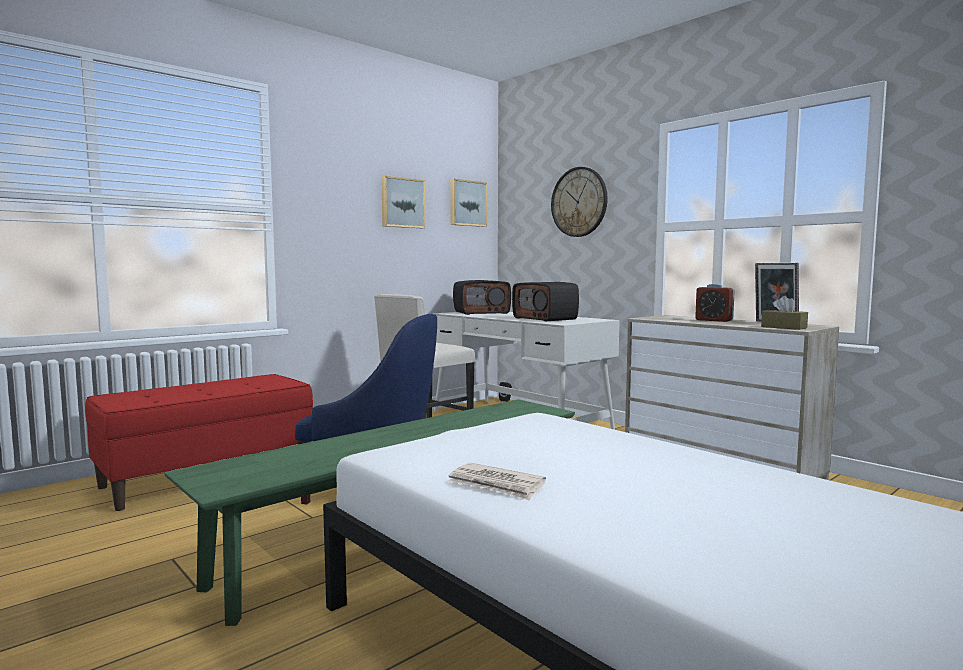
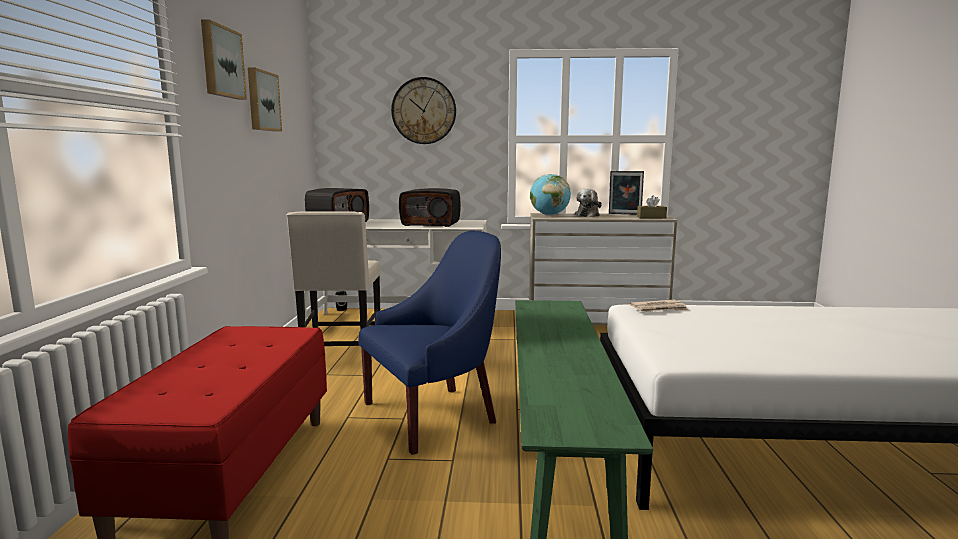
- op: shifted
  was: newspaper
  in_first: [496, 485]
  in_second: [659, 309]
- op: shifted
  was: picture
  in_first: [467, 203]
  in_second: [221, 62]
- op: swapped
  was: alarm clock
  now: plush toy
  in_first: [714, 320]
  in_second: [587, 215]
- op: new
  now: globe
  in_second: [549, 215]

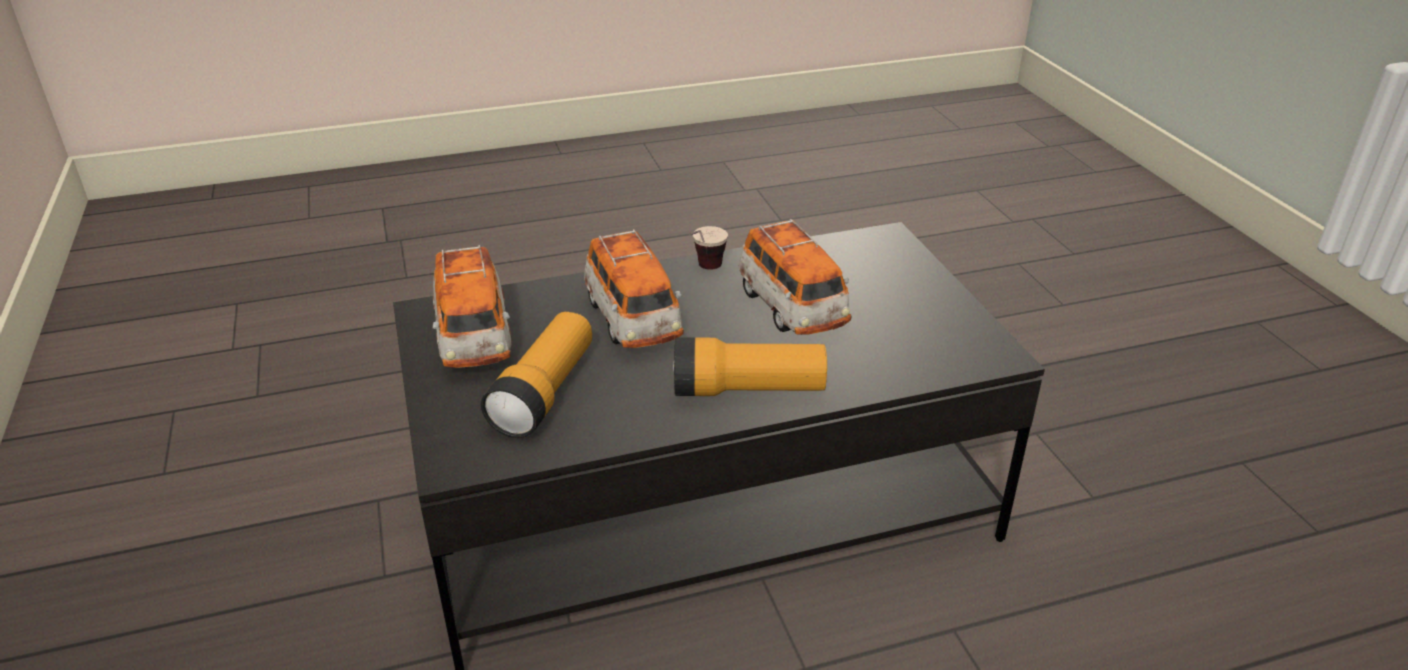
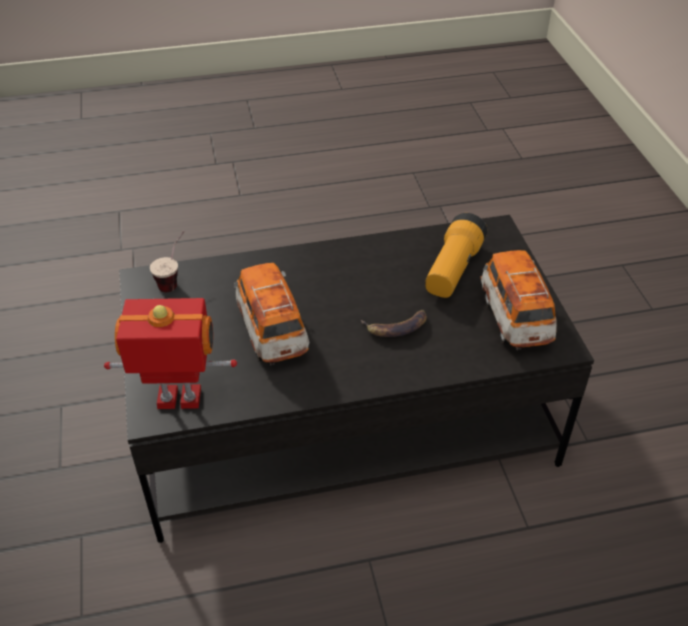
- op: swapped
  was: toy car
  now: banana
  in_first: [633, 320]
  in_second: [396, 327]
- op: gone
  was: flashlight
  in_first: [748, 390]
- op: shifted
  was: cup
  in_first: [704, 271]
  in_second: [174, 280]
- op: new
  now: toy robot
  in_second: [179, 400]

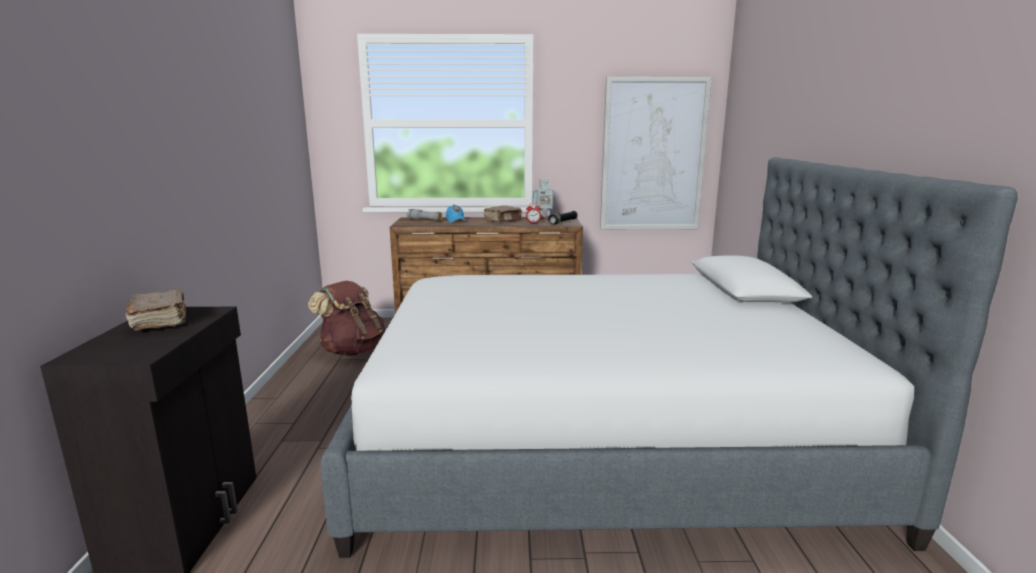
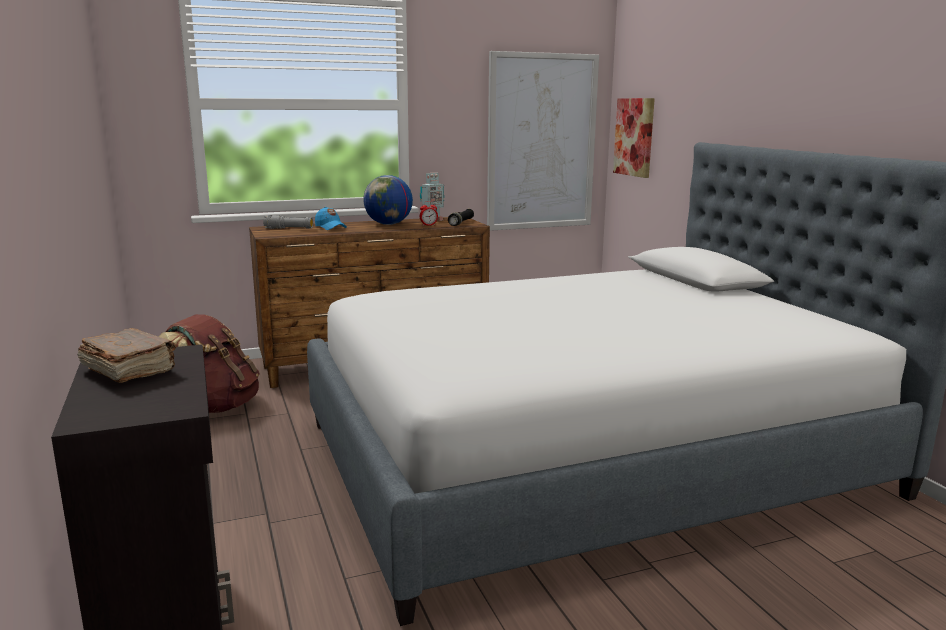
- op: swapped
  was: book/brown
  now: globe
  in_first: [503, 220]
  in_second: [388, 224]
- op: new
  now: picture
  in_second: [634, 137]

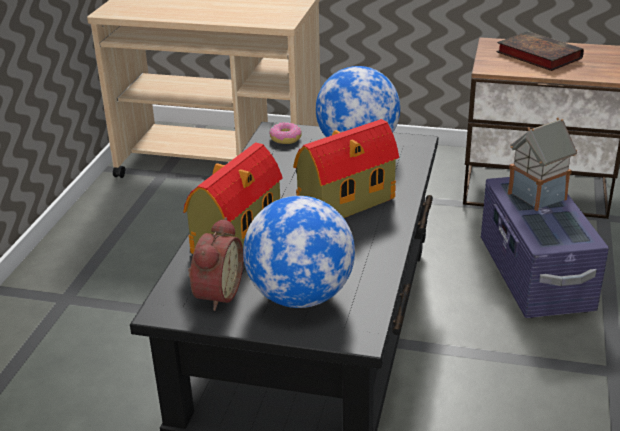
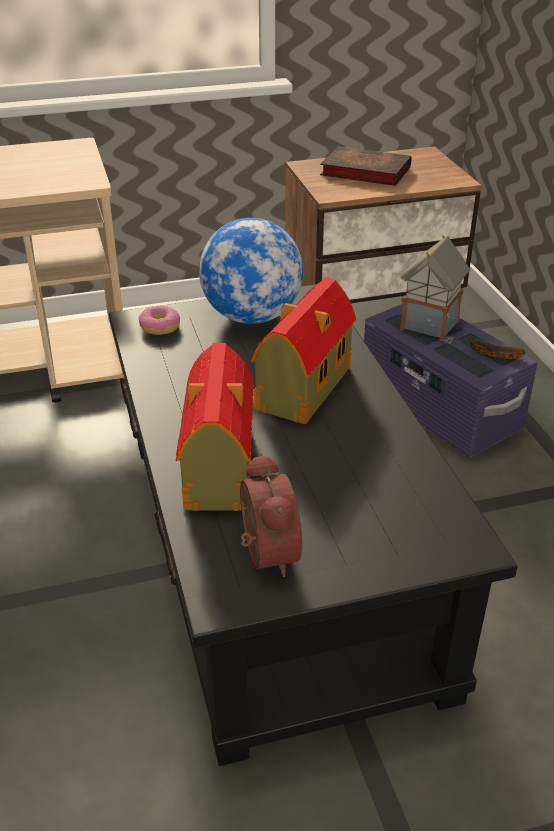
- op: gone
  was: globe
  in_first: [301, 297]
- op: new
  now: banana
  in_second: [490, 353]

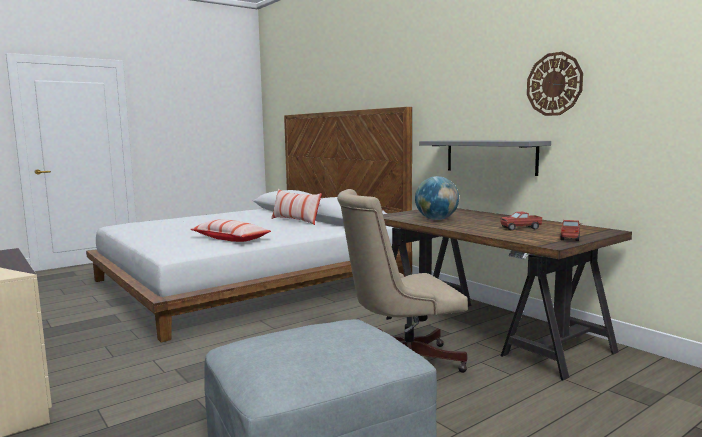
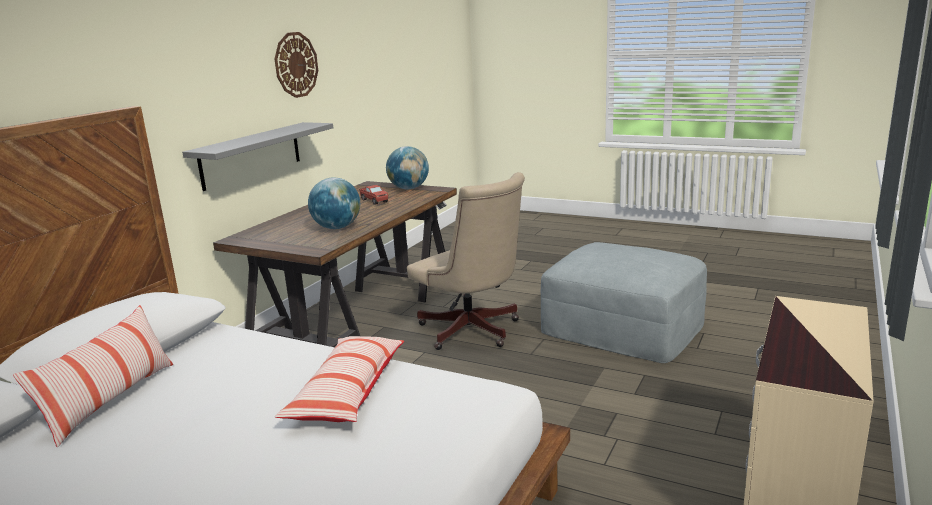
- op: swapped
  was: toy truck
  now: globe
  in_first: [570, 238]
  in_second: [409, 188]

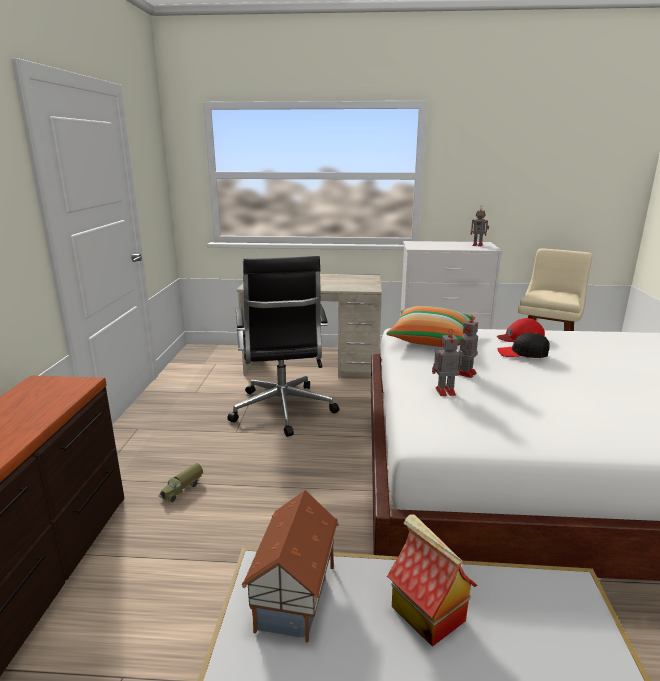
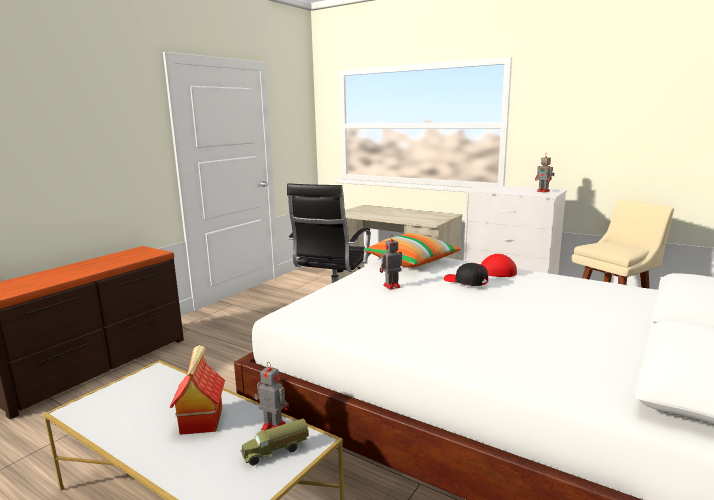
- op: shifted
  was: toy truck
  in_first: [182, 490]
  in_second: [276, 452]
- op: gone
  was: toy house
  in_first: [297, 597]
- op: shifted
  was: toy robot
  in_first: [444, 391]
  in_second: [272, 426]

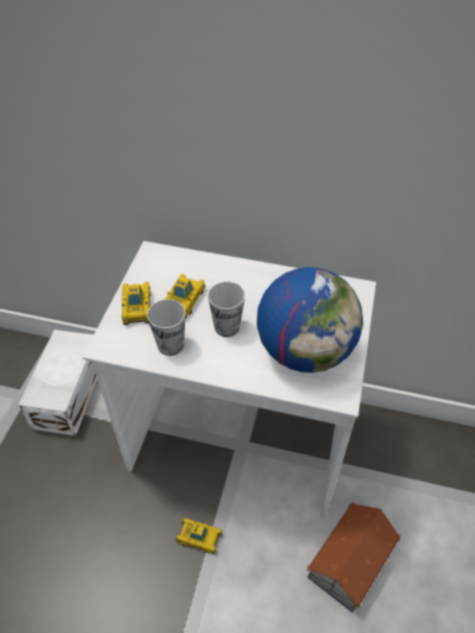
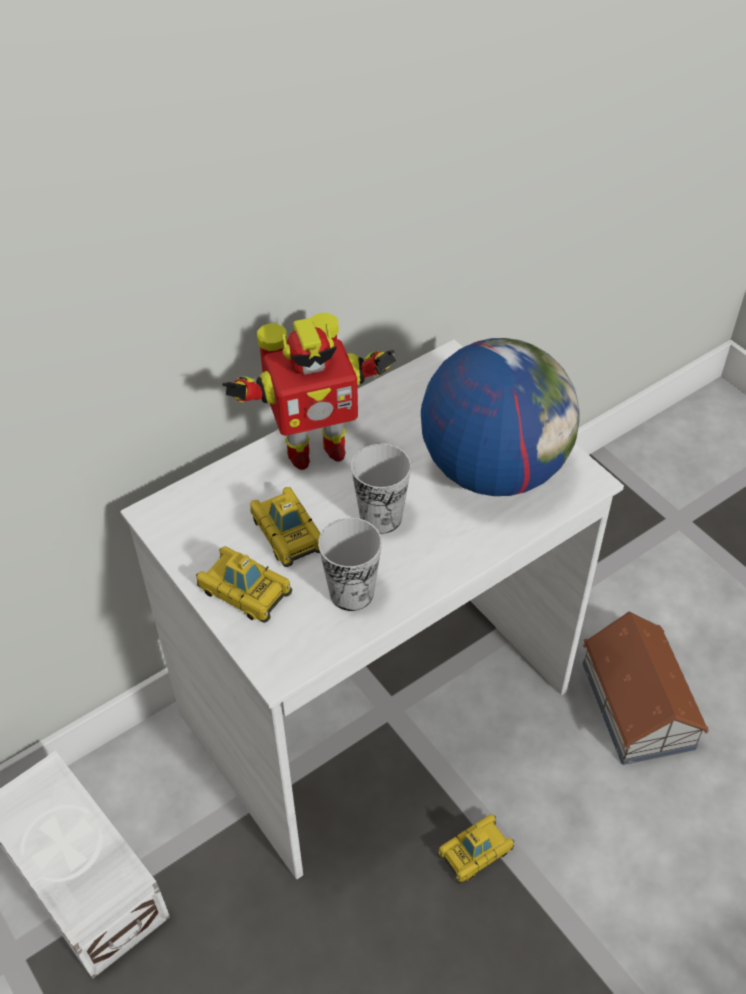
- op: new
  now: toy robot
  in_second: [313, 449]

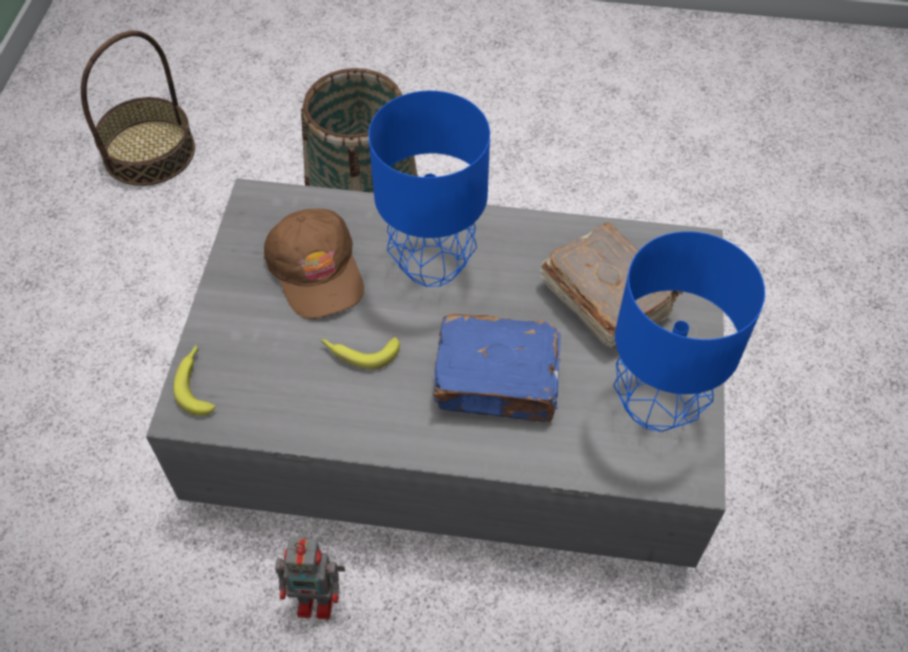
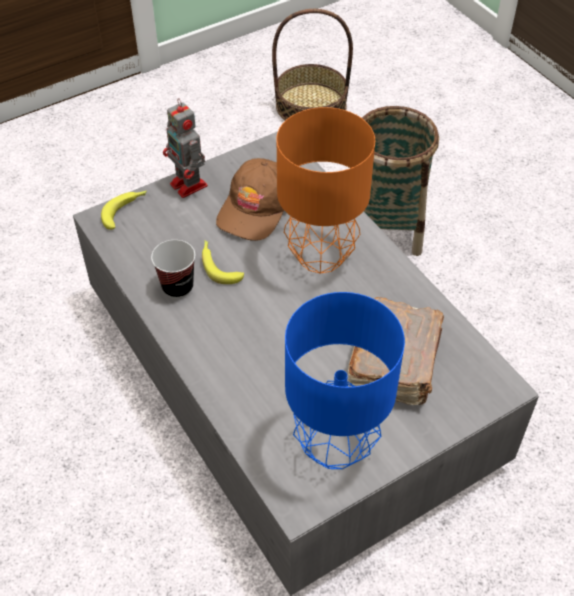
- op: shifted
  was: toy robot
  in_first: [318, 599]
  in_second: [189, 186]
- op: repainted
  was: table lamp/blue
  now: table lamp/orange
  in_first: [430, 266]
  in_second: [319, 256]
- op: gone
  was: book/blue
  in_first: [498, 381]
- op: new
  now: cup
  in_second: [177, 287]

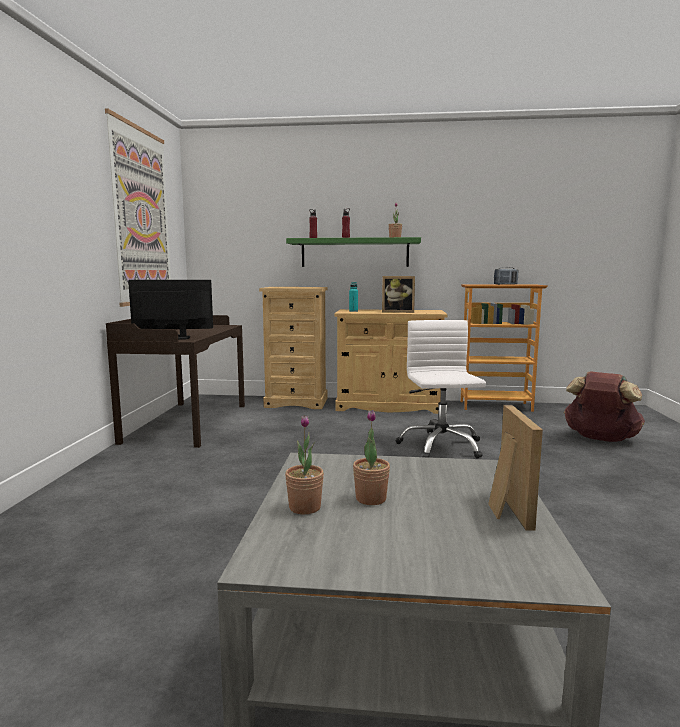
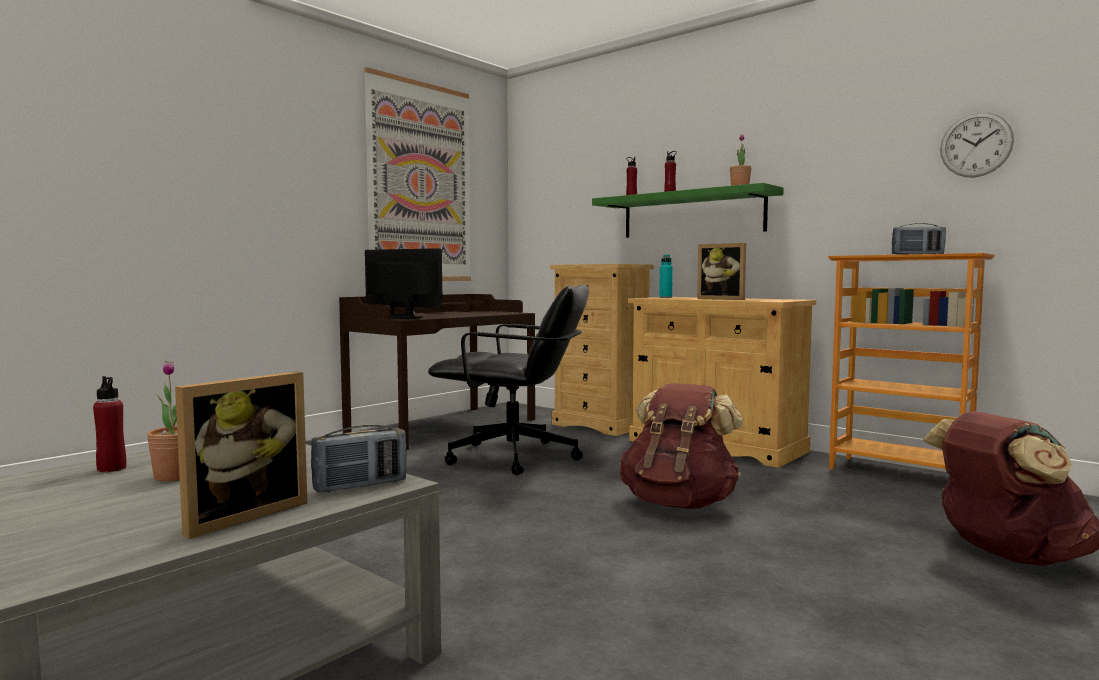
- op: swapped
  was: potted plant
  now: bottle/red
  in_first: [304, 507]
  in_second: [111, 468]
- op: swapped
  was: office chair/white
  now: backpack/brown
  in_first: [440, 446]
  in_second: [679, 504]
- op: new
  now: radio
  in_second: [360, 485]
- op: new
  now: office chair/black
  in_second: [515, 458]
- op: new
  now: wall clock
  in_second: [976, 145]

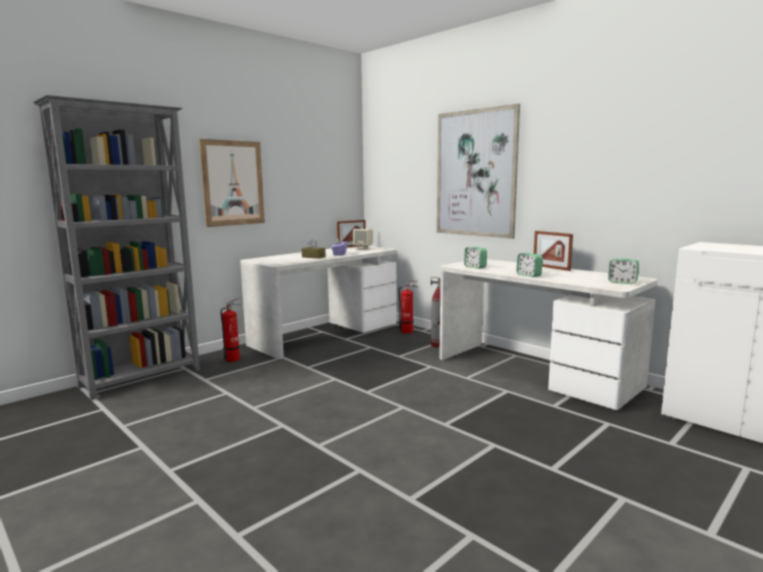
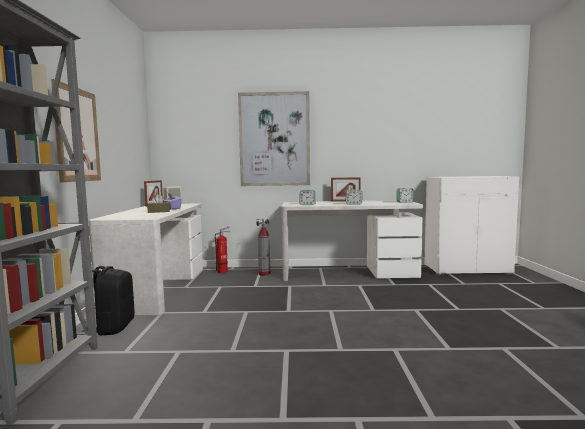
- op: swapped
  was: fire extinguisher
  now: backpack/black
  in_first: [234, 358]
  in_second: [112, 328]

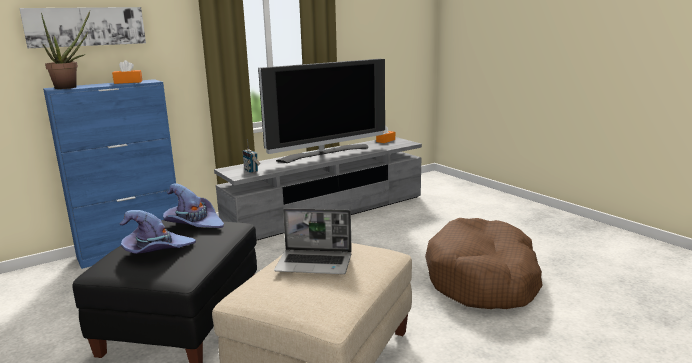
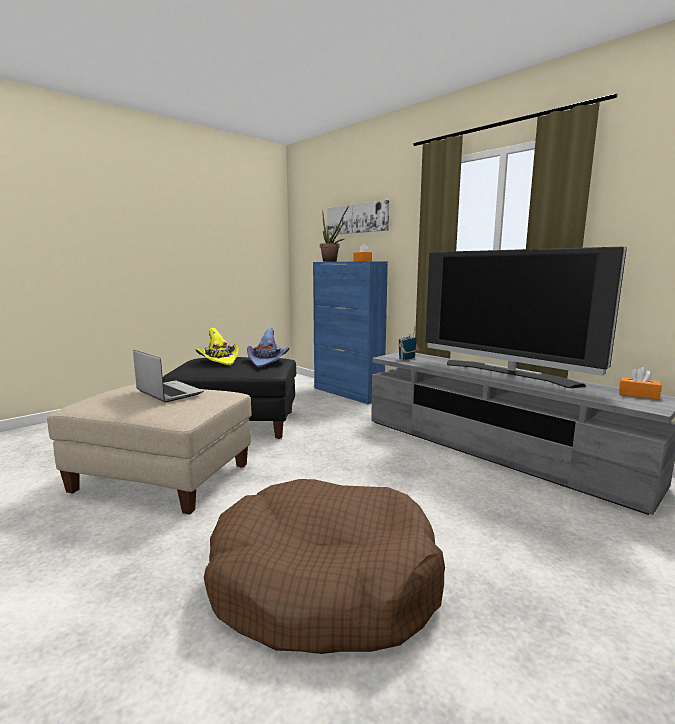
- op: repainted
  was: hat/purple
  now: hat/yellow
  in_first: [157, 250]
  in_second: [219, 360]
- op: rotated
  was: laptop
  in_first: [315, 263]
  in_second: [168, 392]
  clockwise: 135

